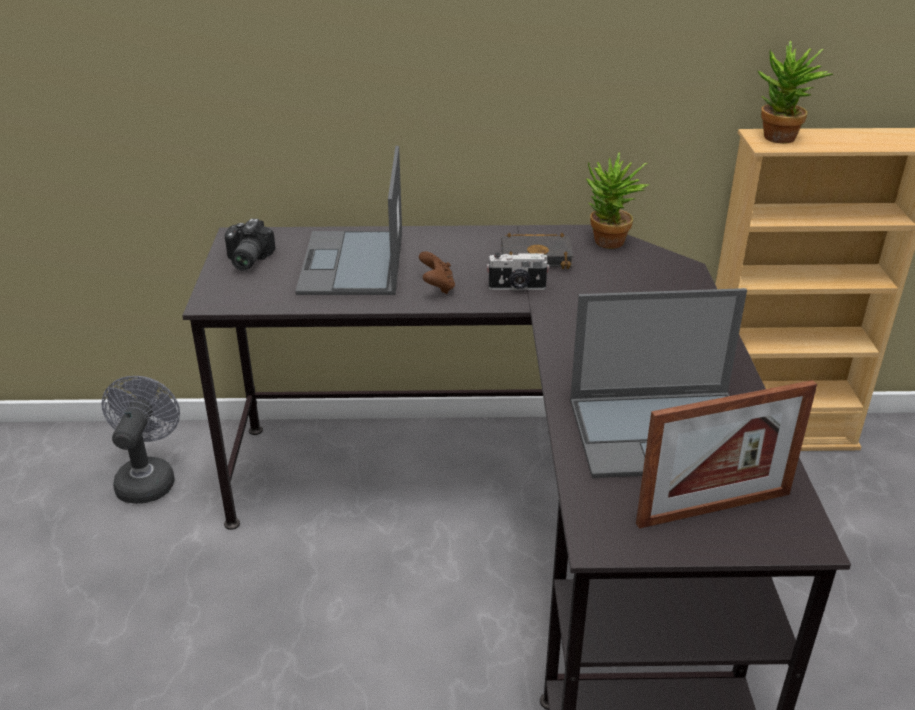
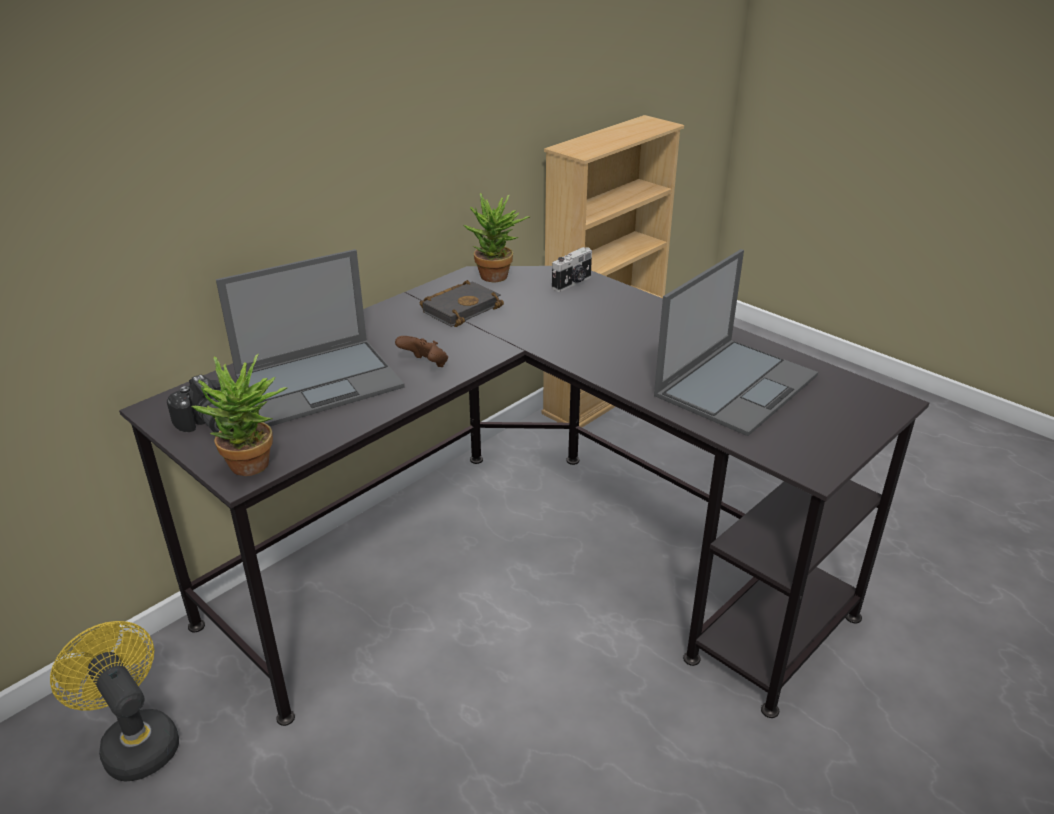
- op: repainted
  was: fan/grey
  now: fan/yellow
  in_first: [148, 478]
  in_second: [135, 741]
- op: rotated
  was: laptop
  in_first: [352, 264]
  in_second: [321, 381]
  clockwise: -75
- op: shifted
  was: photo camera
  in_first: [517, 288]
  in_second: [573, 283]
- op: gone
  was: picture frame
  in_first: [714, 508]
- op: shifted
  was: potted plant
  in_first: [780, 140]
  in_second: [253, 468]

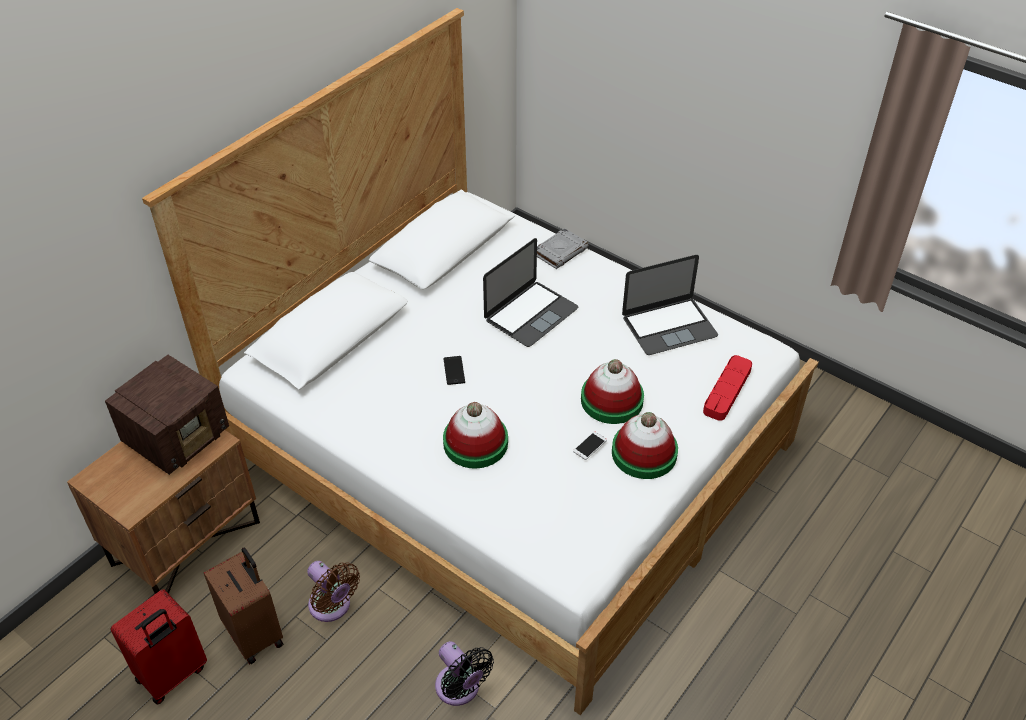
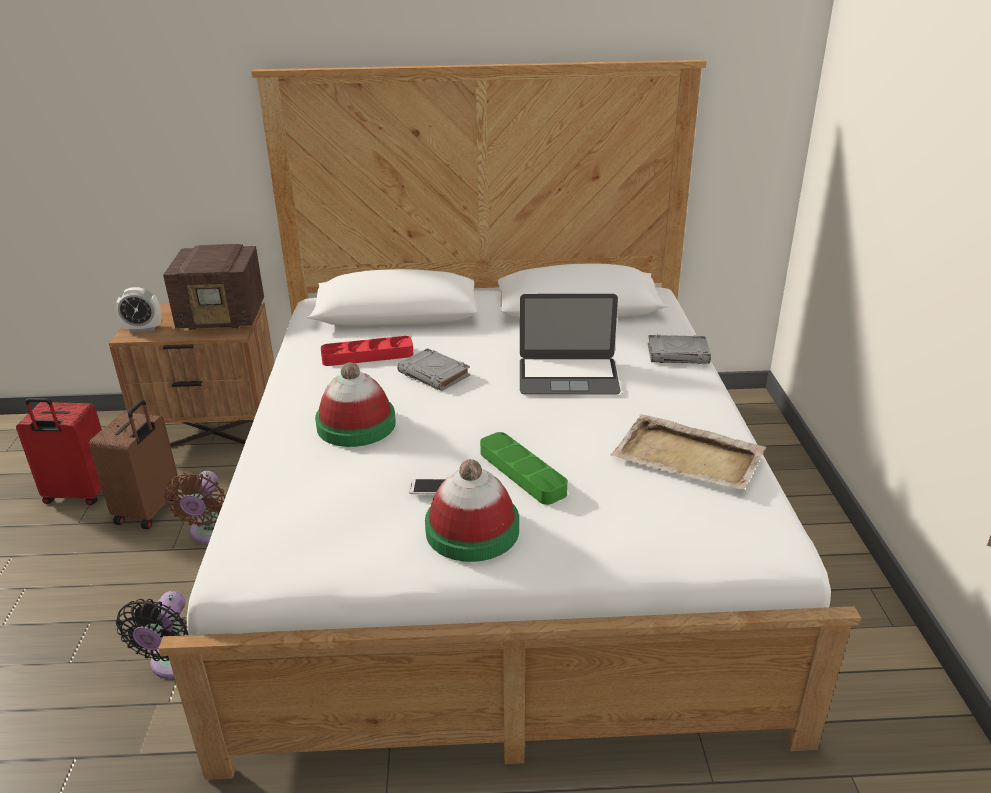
- op: swapped
  was: phone
  now: book/grey
  in_first: [454, 370]
  in_second: [435, 374]
- op: swapped
  was: hat
  now: tray/green
  in_first: [612, 400]
  in_second: [522, 472]
- op: swapped
  was: laptop
  now: tray/beige
  in_first: [669, 326]
  in_second: [689, 457]
- op: shifted
  was: tray/red
  in_first: [727, 391]
  in_second: [367, 356]
- op: new
  now: alarm clock
  in_second: [143, 329]

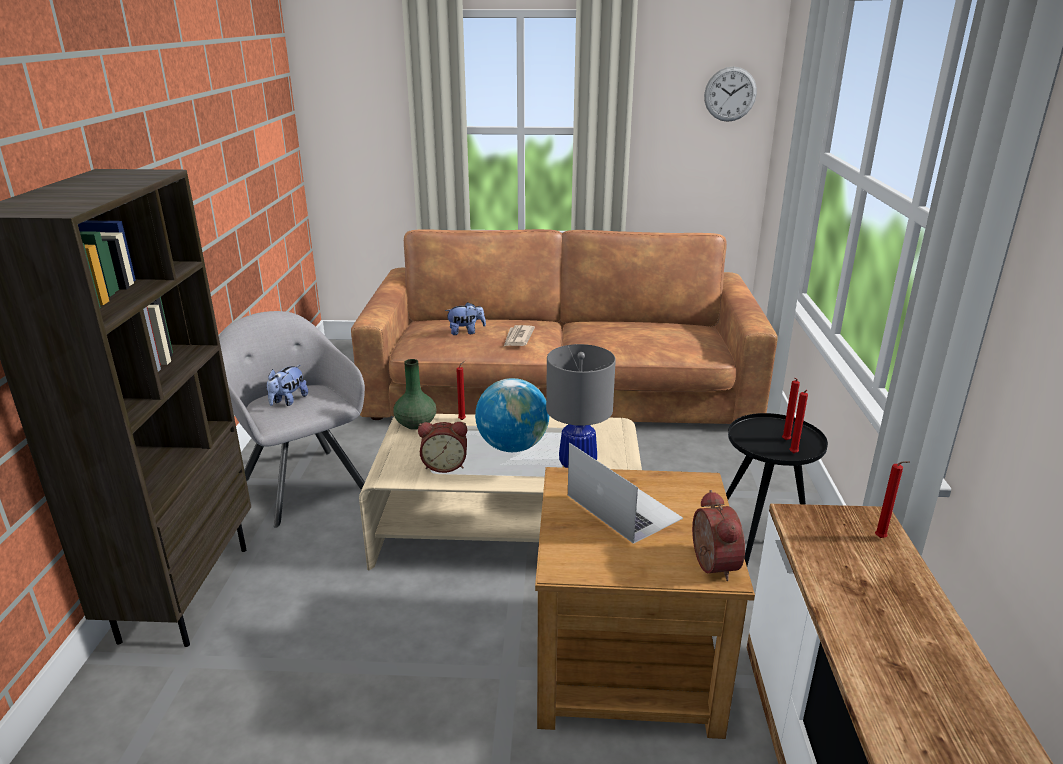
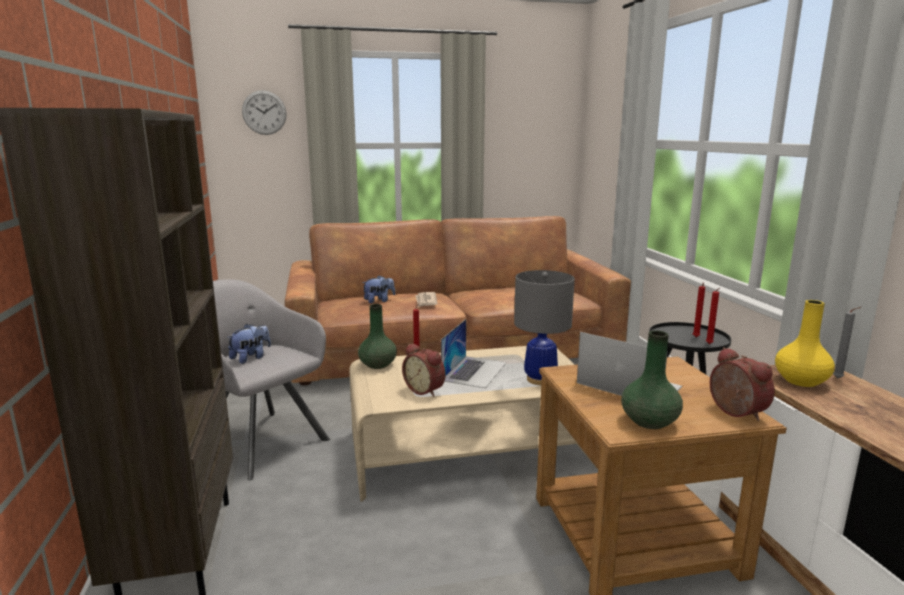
- op: rotated
  was: plush toy
  in_first: [288, 401]
  in_second: [251, 358]
  clockwise: -150
- op: rotated
  was: alarm clock
  in_first: [445, 465]
  in_second: [425, 390]
  clockwise: 60
- op: swapped
  was: globe
  now: laptop
  in_first: [512, 447]
  in_second: [474, 371]
- op: shifted
  was: wall clock
  in_first: [730, 94]
  in_second: [264, 112]
- op: repainted
  was: candle/red
  now: candle/grey
  in_first: [882, 539]
  in_second: [839, 379]
- op: new
  now: vase/green
  in_second: [649, 421]
- op: new
  now: vase/yellow
  in_second: [800, 381]

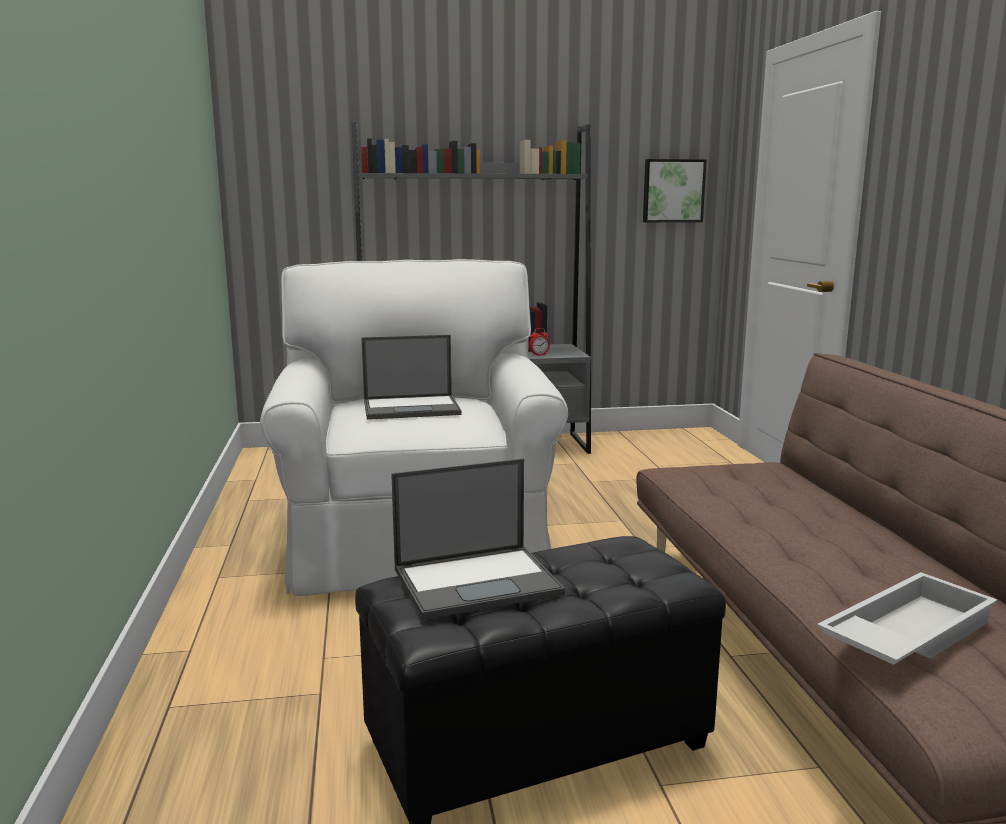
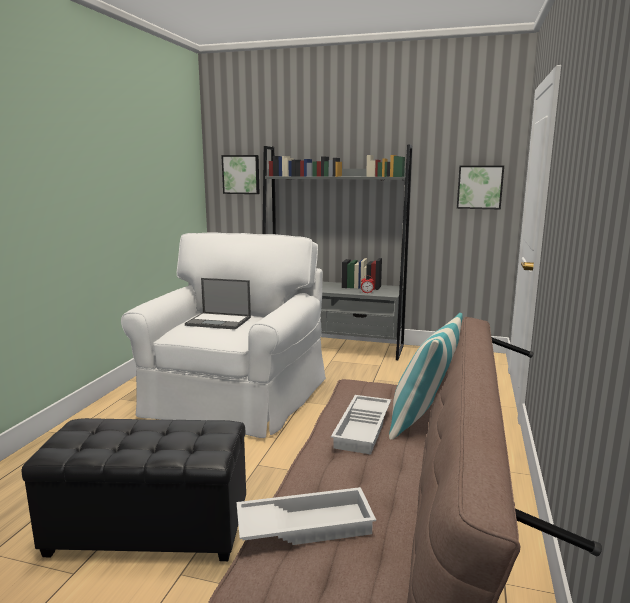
- op: gone
  was: laptop
  in_first: [478, 581]
- op: new
  now: picture
  in_second: [241, 174]
- op: new
  now: tray/white
  in_second: [364, 429]
- op: new
  now: pillow
  in_second: [423, 419]

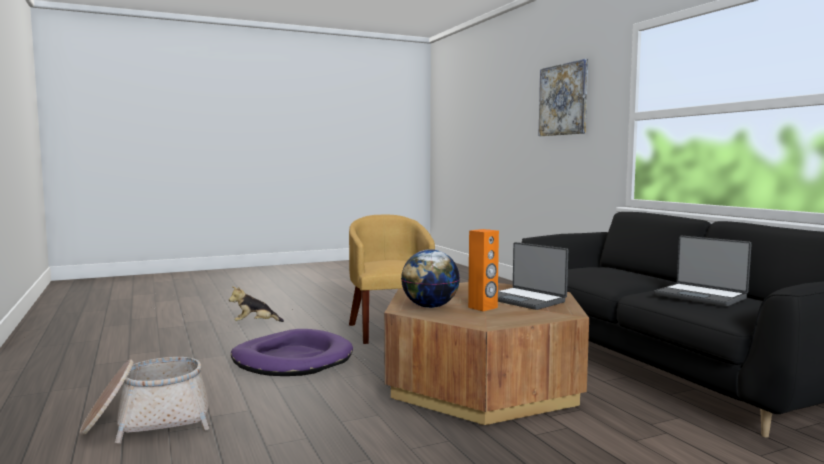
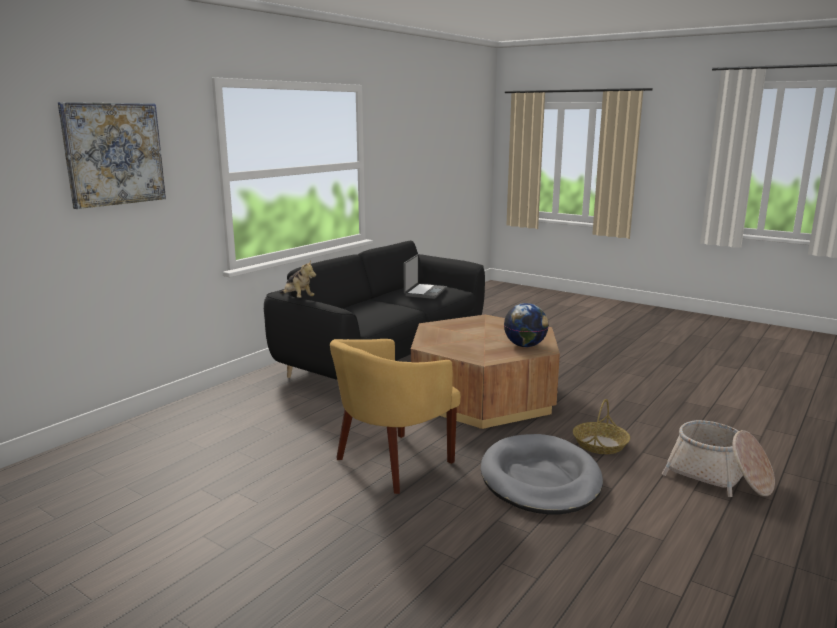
- op: shifted
  was: plush toy
  in_first: [255, 323]
  in_second: [297, 298]
- op: repainted
  was: dog bed/purple
  now: dog bed/grey
  in_first: [292, 359]
  in_second: [540, 479]
- op: gone
  was: speaker/orange
  in_first: [483, 307]
- op: gone
  was: laptop
  in_first: [525, 300]
- op: new
  now: basket
  in_second: [600, 444]

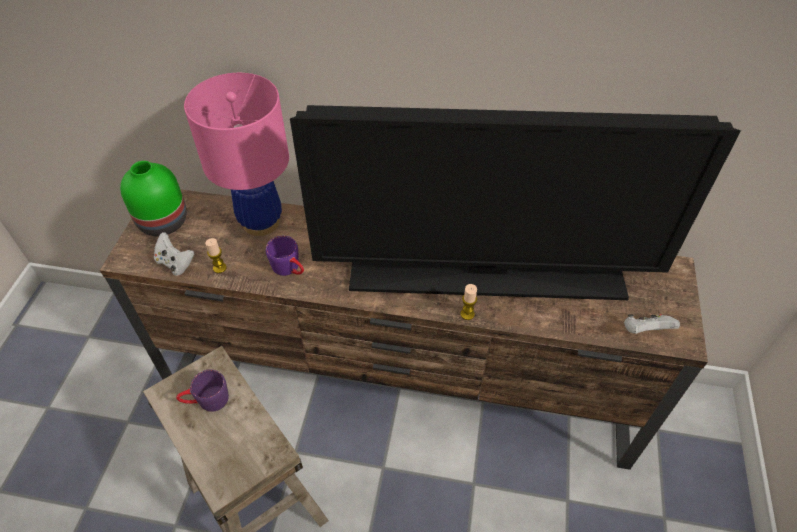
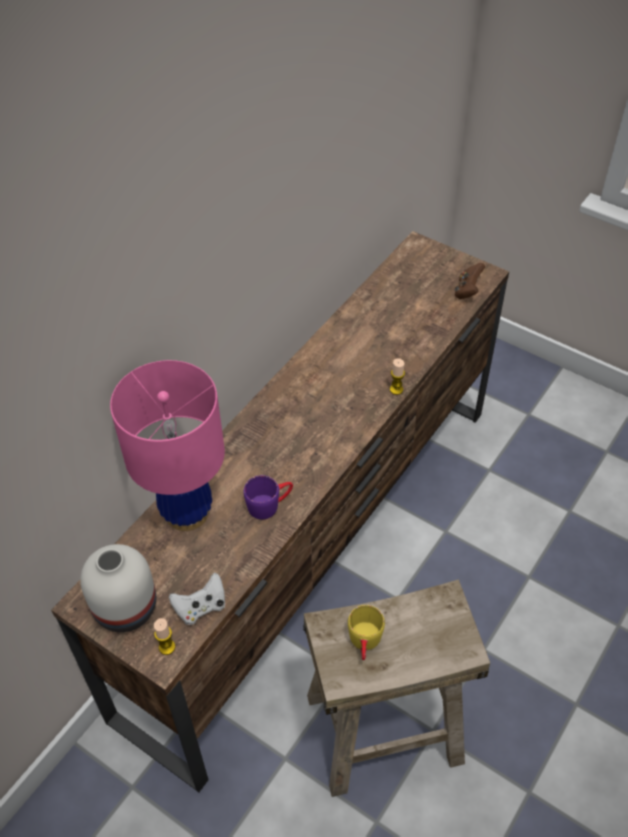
- op: repainted
  was: vase/green
  now: vase/white
  in_first: [164, 222]
  in_second: [127, 606]
- op: repainted
  was: mug/purple
  now: mug/yellow
  in_first: [206, 401]
  in_second: [365, 643]
- op: shifted
  was: candle
  in_first: [219, 268]
  in_second: [167, 647]
- op: gone
  was: television
  in_first: [487, 276]
- op: repainted
  was: game controller/white
  now: game controller/brown
  in_first: [644, 331]
  in_second: [467, 291]

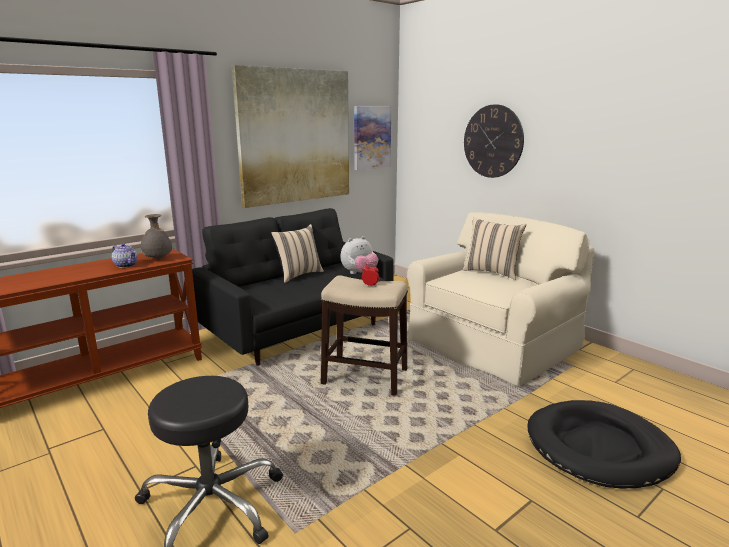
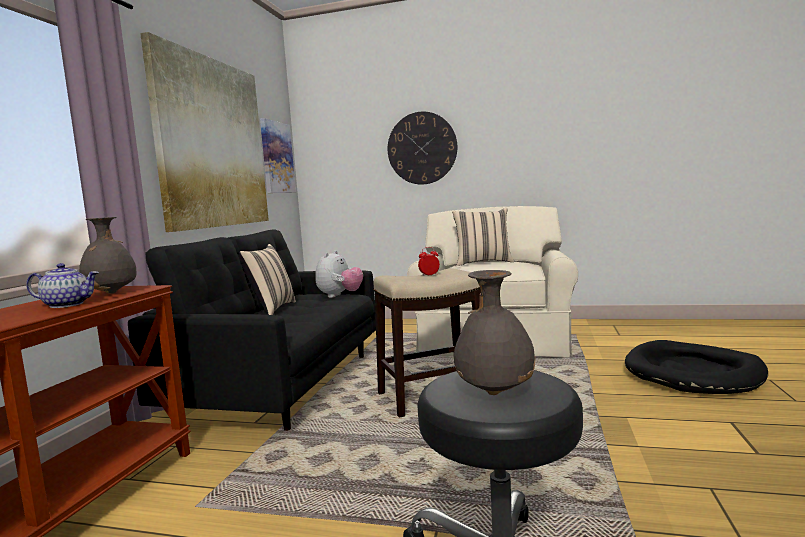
- op: new
  now: vase/grey
  in_second: [495, 391]

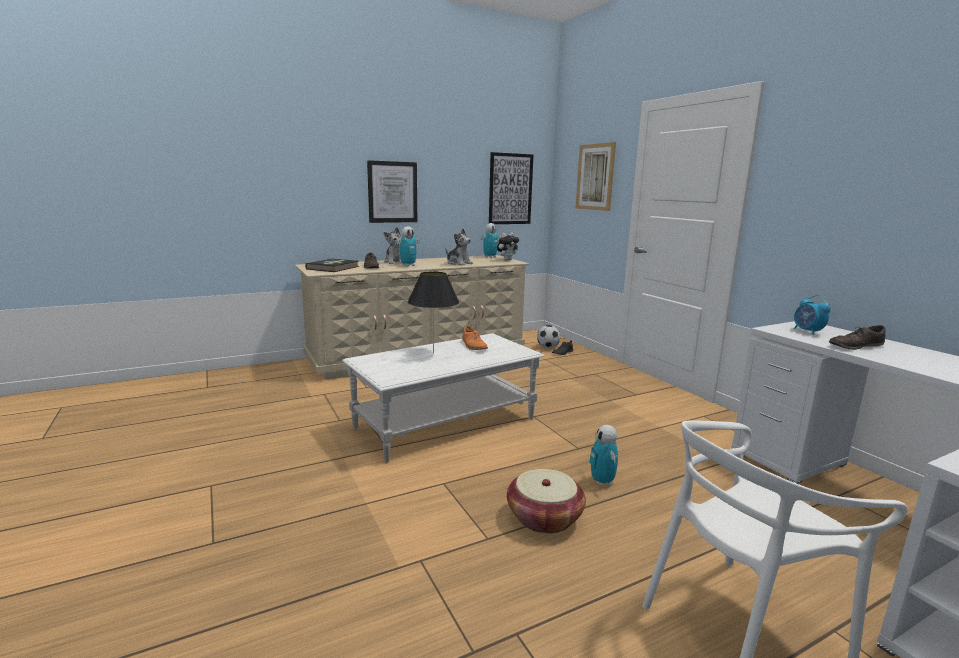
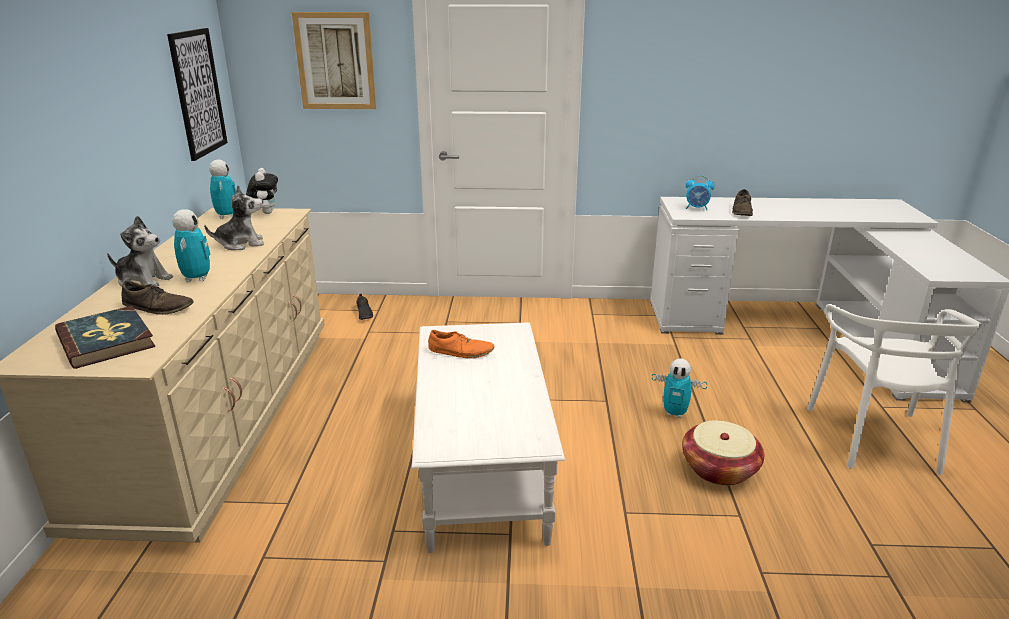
- op: gone
  was: picture
  in_first: [392, 192]
- op: gone
  was: table lamp/black
  in_first: [433, 353]
- op: gone
  was: football
  in_first: [547, 347]

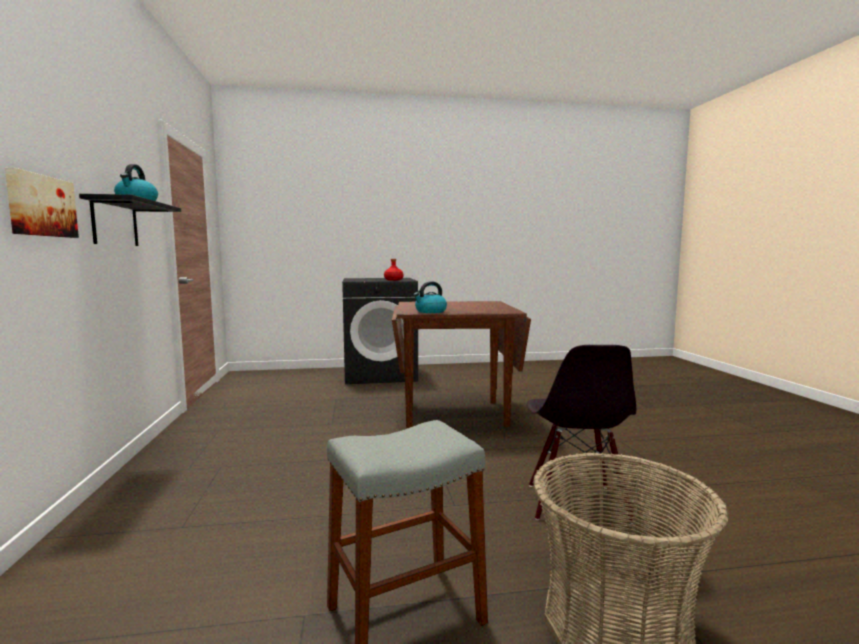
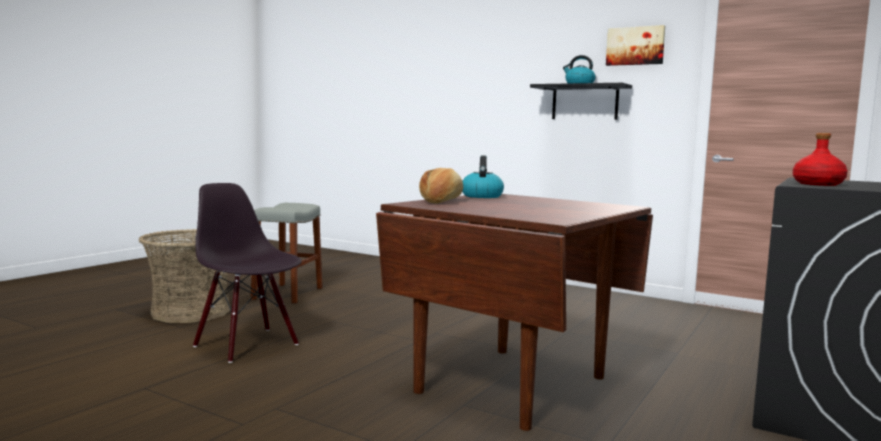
- op: shifted
  was: picture
  in_first: [40, 206]
  in_second: [635, 46]
- op: new
  now: bread
  in_second: [441, 201]

